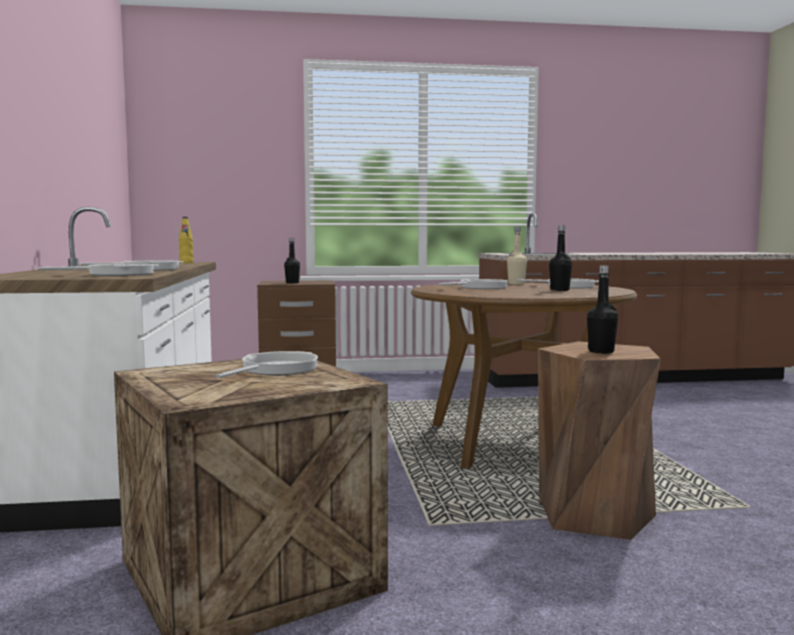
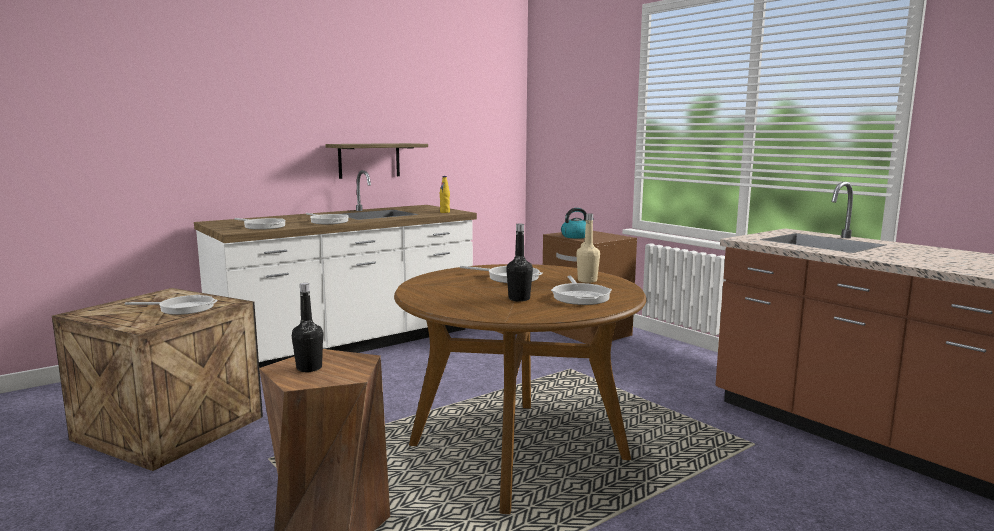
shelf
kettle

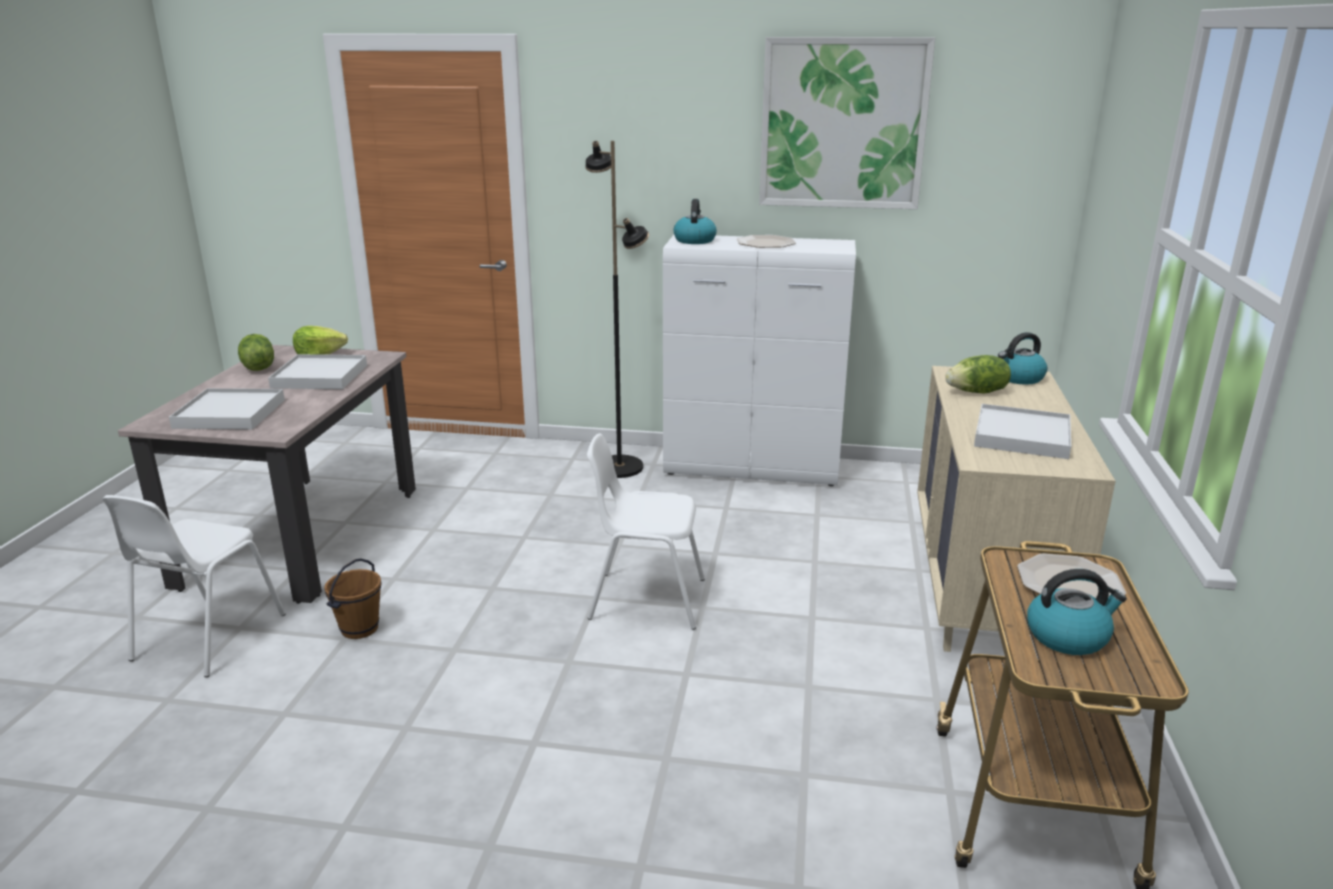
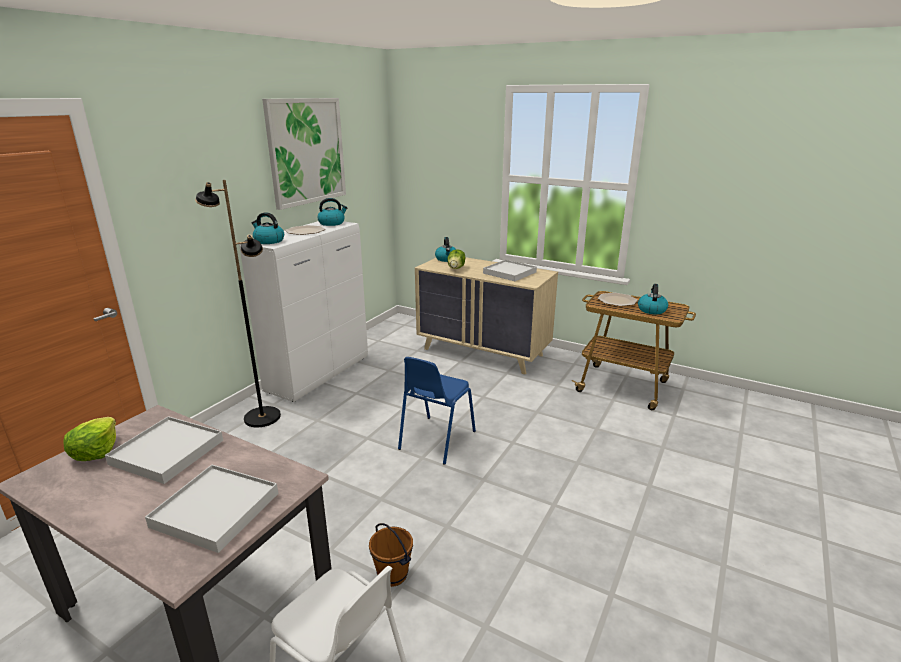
kettle (no. 2 from left)
blue chair
lettuce (no. 1 from left in the first image)

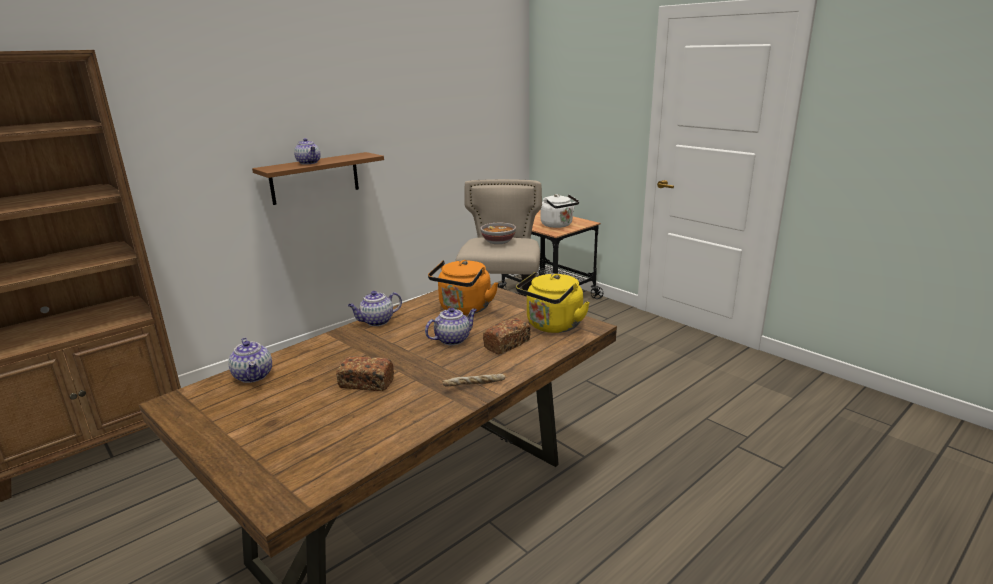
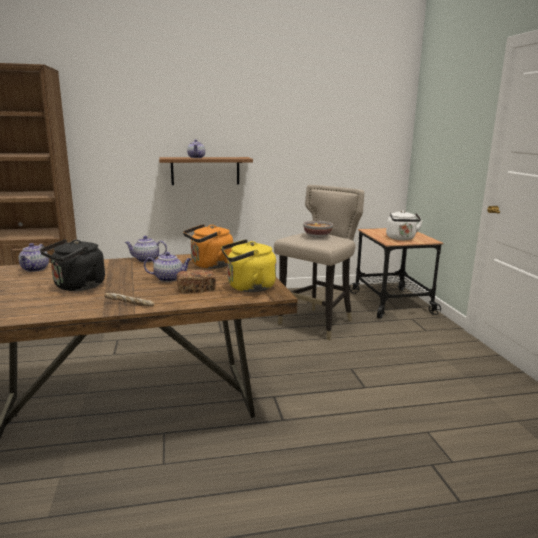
black kettle

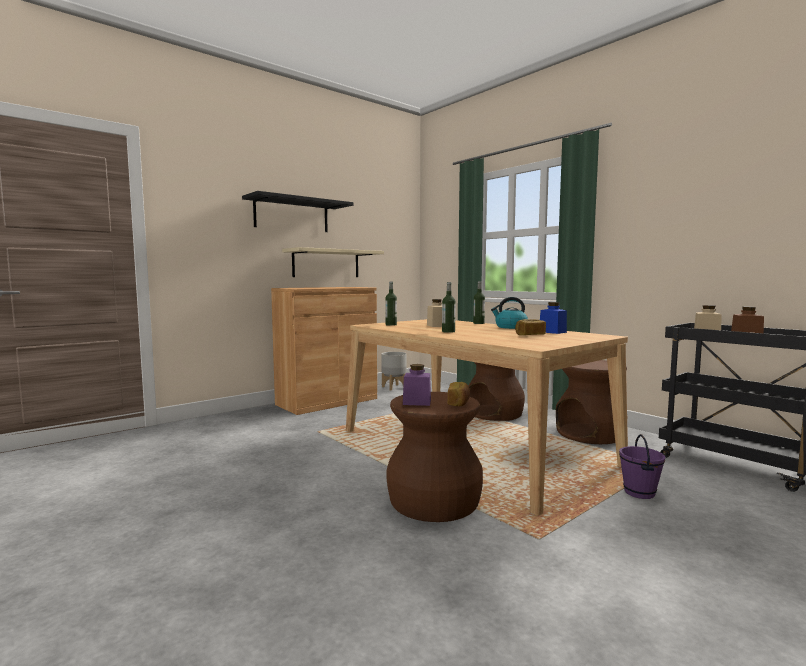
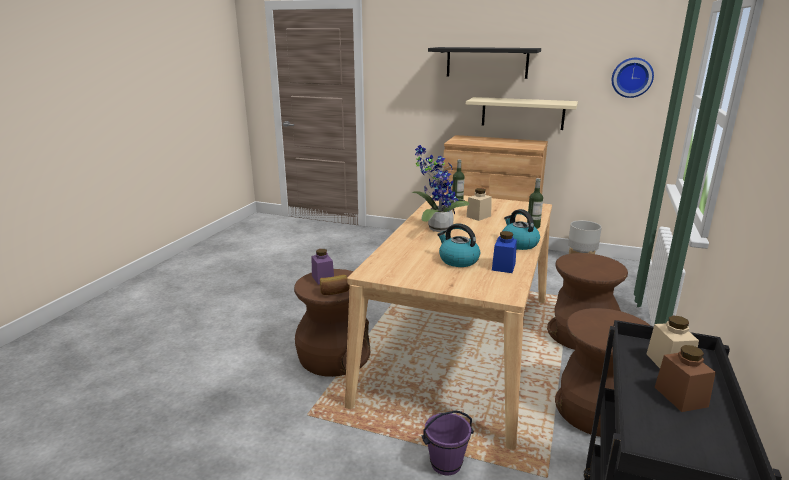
potted plant
kettle (no. 1 from left)
wall clock

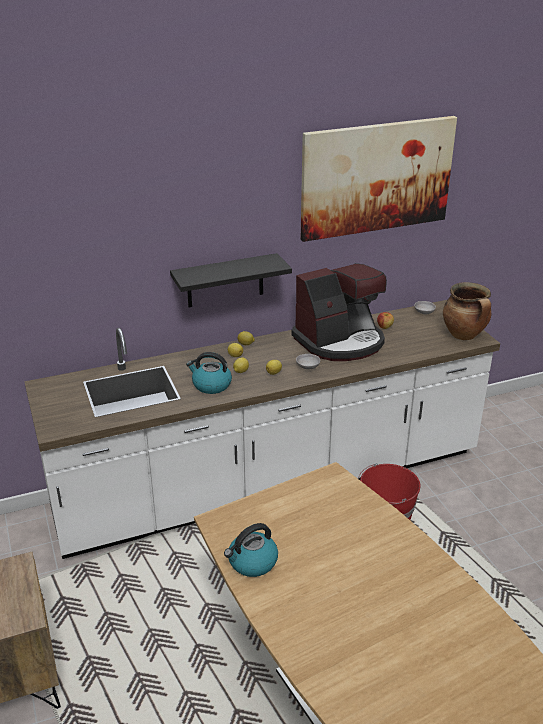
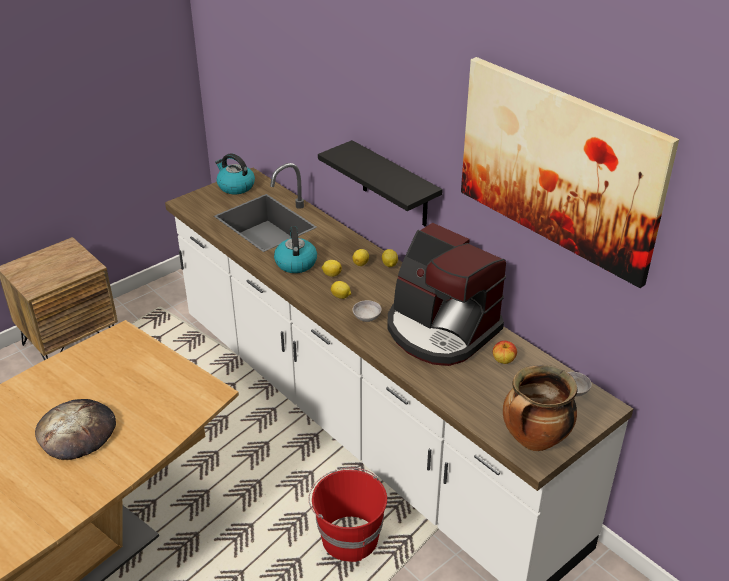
bread
kettle (no. 1 from left)

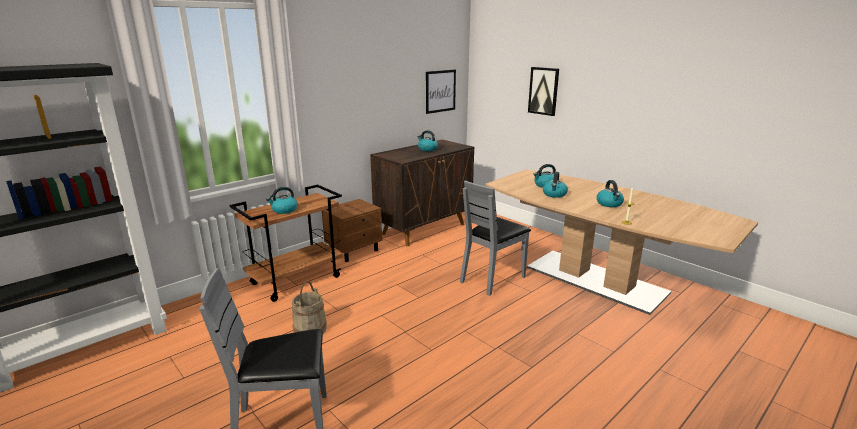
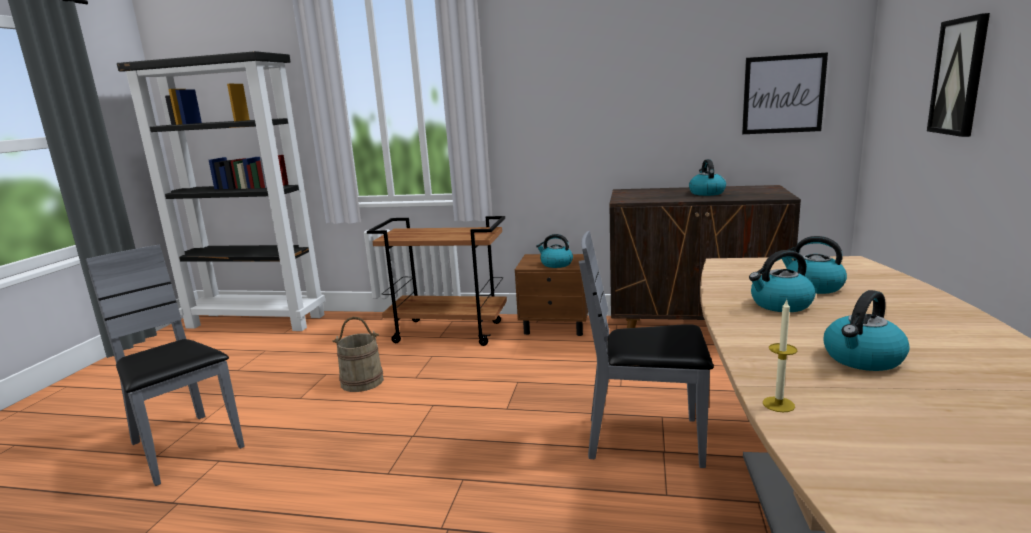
kettle (no. 1 from left)

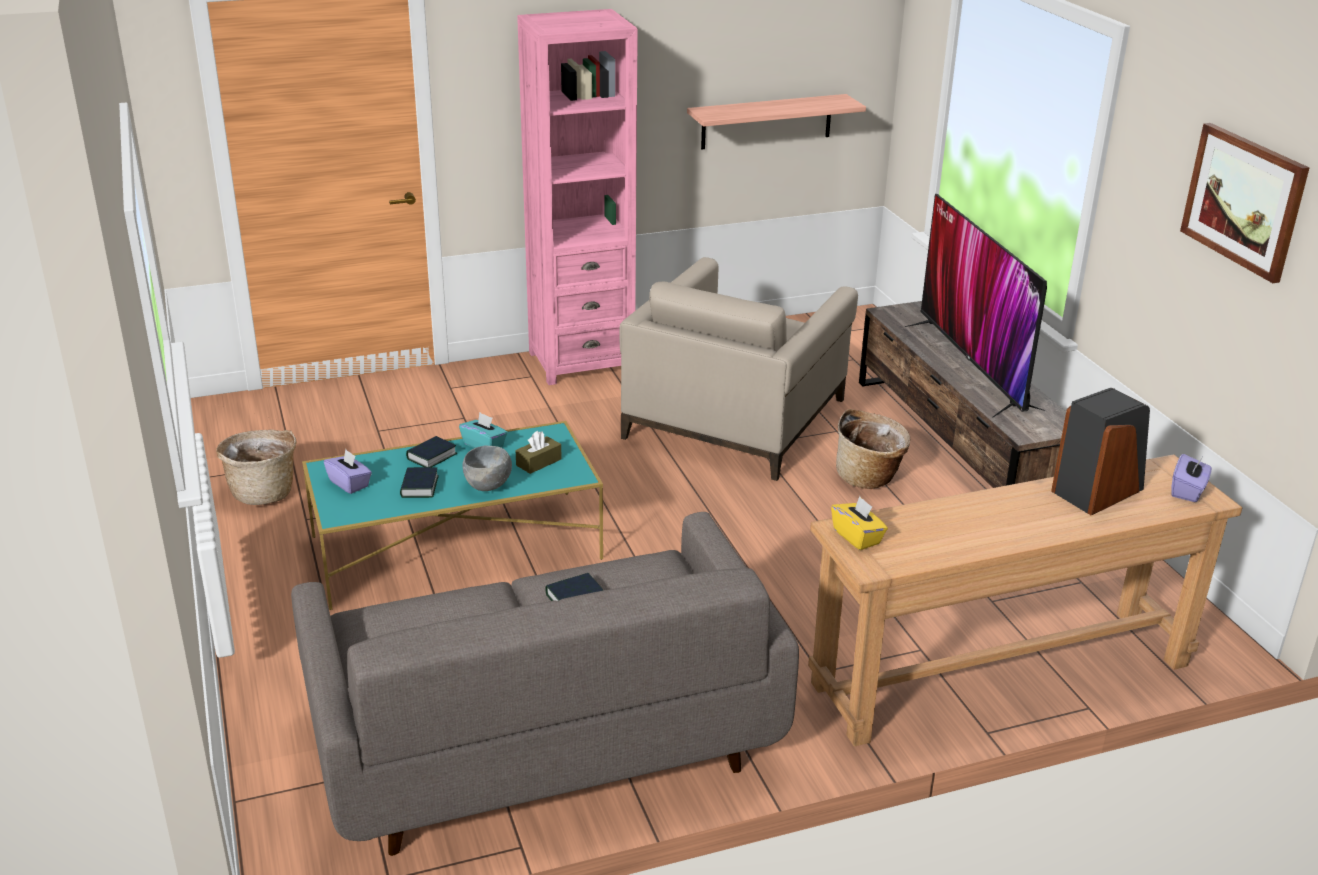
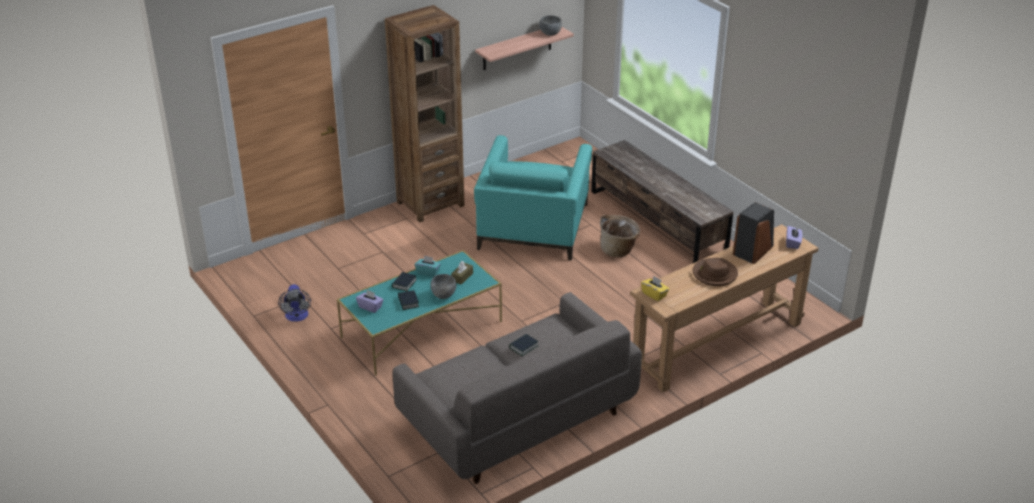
fan
brown bookcase
turquoise armchair
grey bowl (no. 2 from left)
brown hat
television
picture

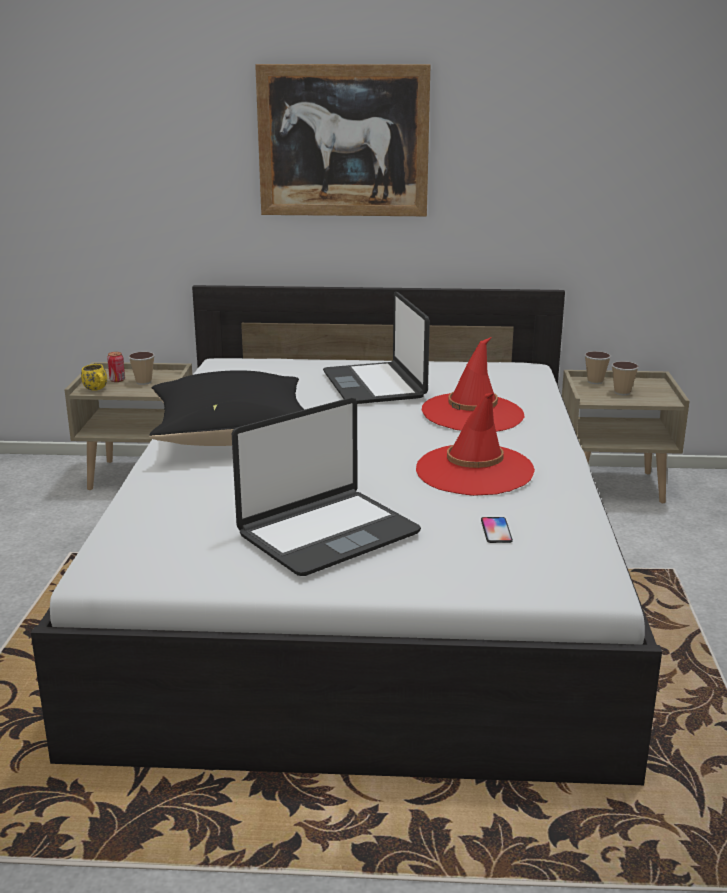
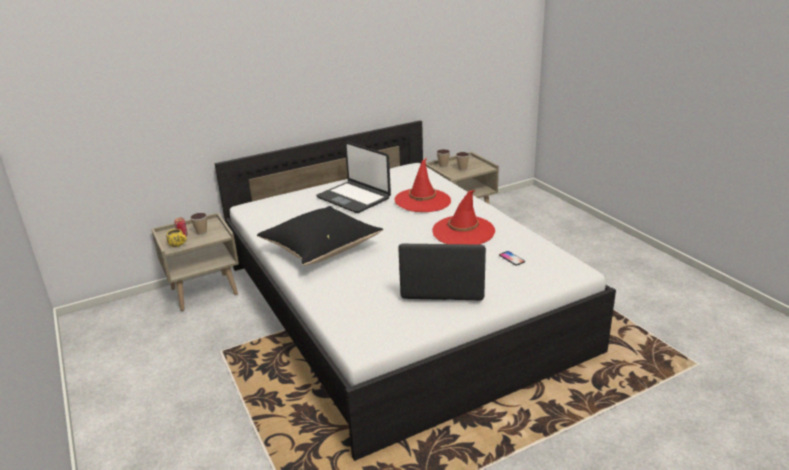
laptop (no. 2 from left)
picture

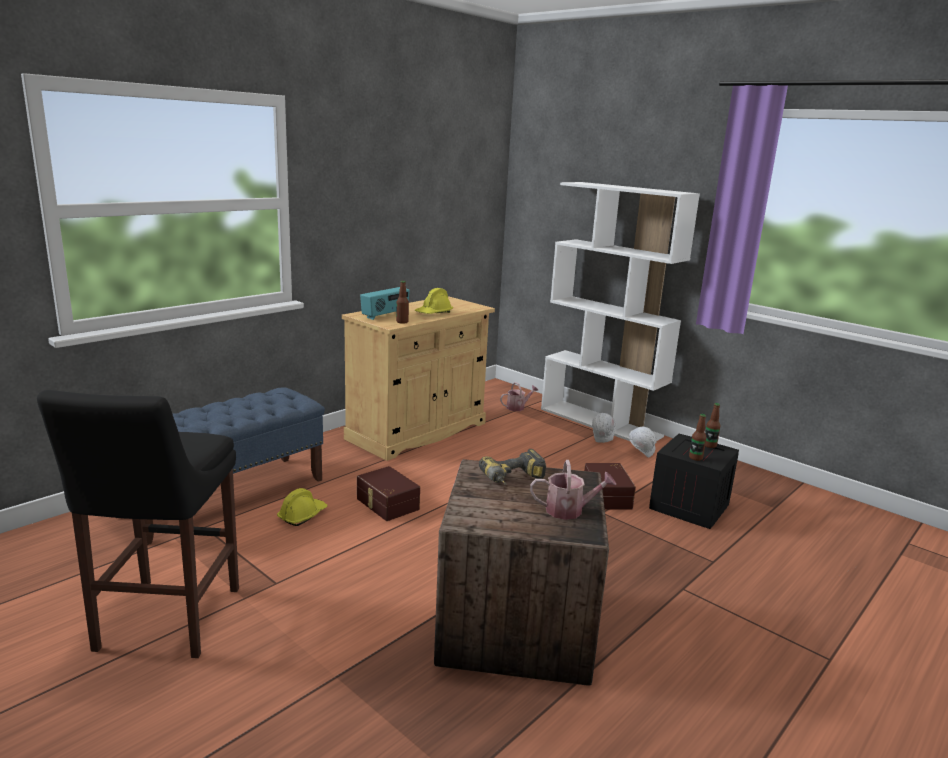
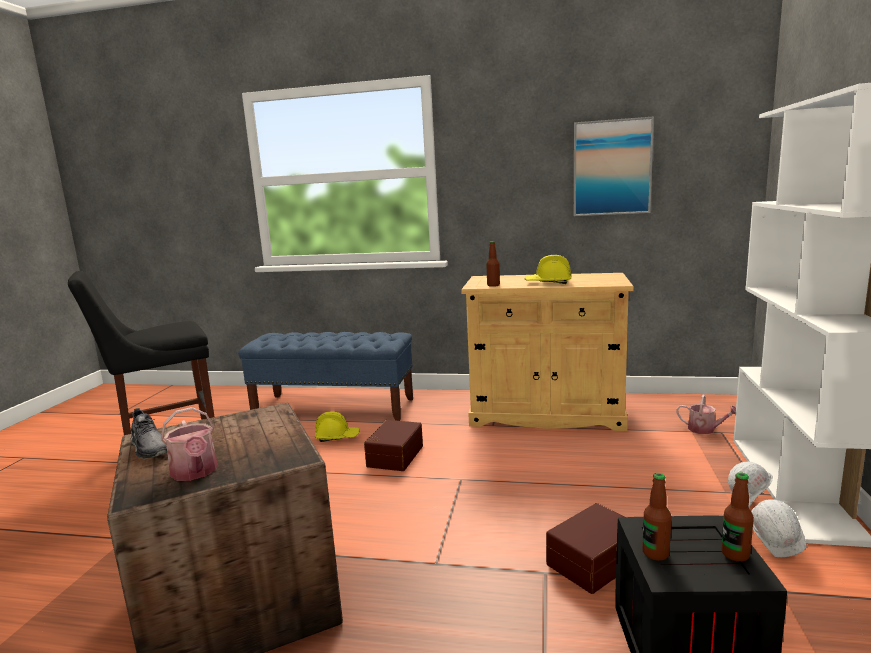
grey shoe
picture
radio
power drill

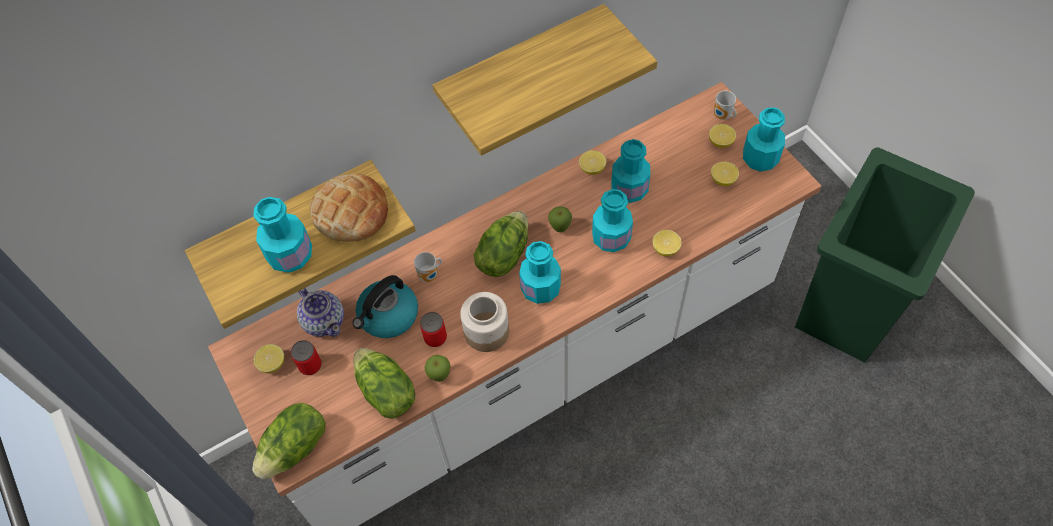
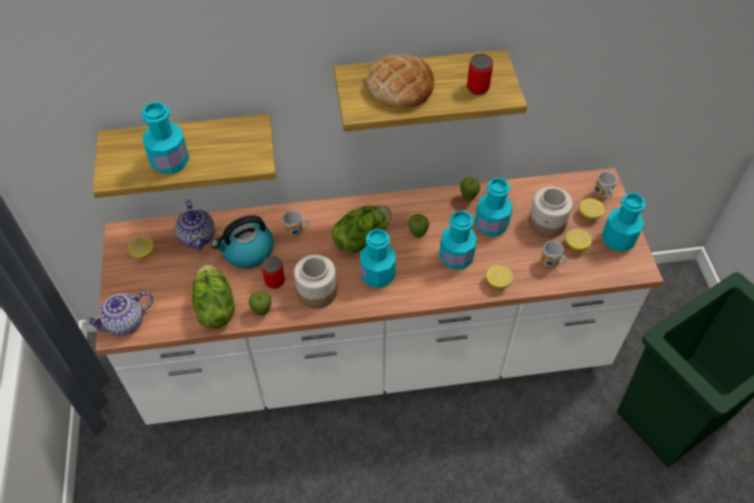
teapot (no. 1 from left)
bread
apple (no. 3 from left)
can (no. 2 from left)
jar (no. 2 from left)
mug (no. 2 from left)

